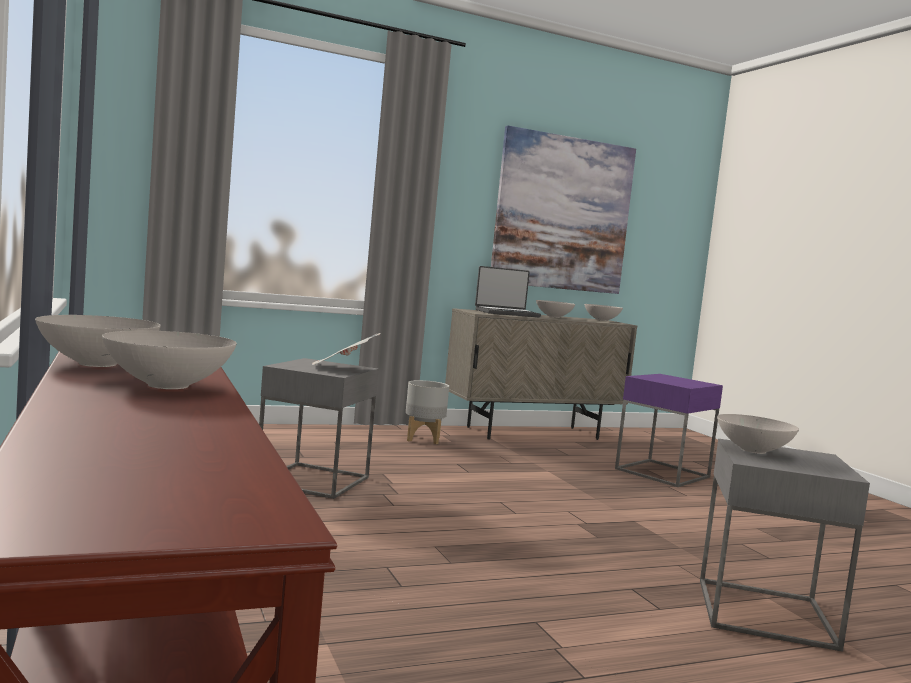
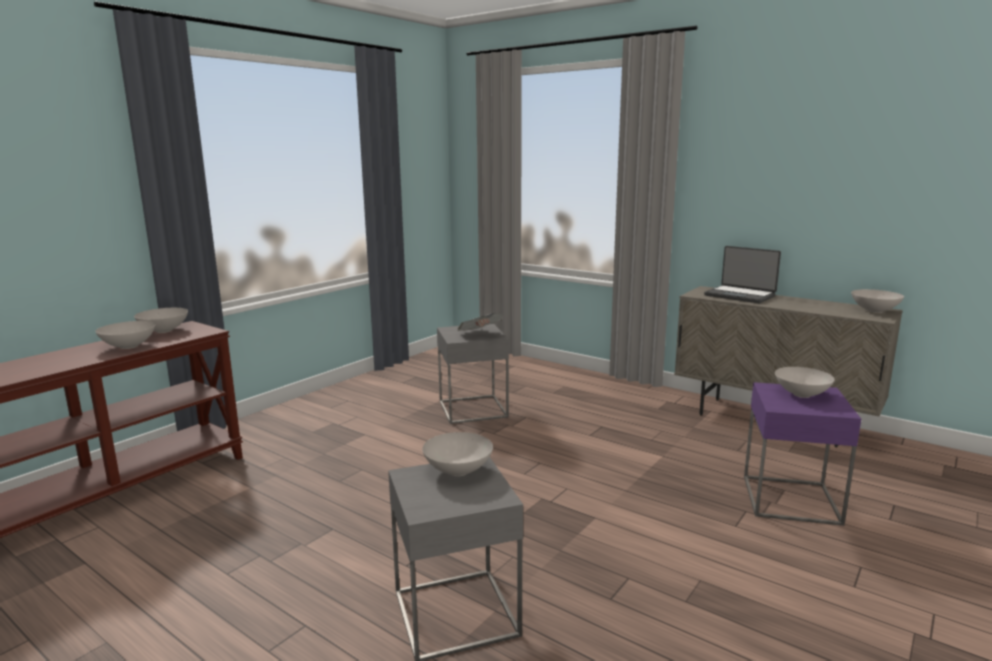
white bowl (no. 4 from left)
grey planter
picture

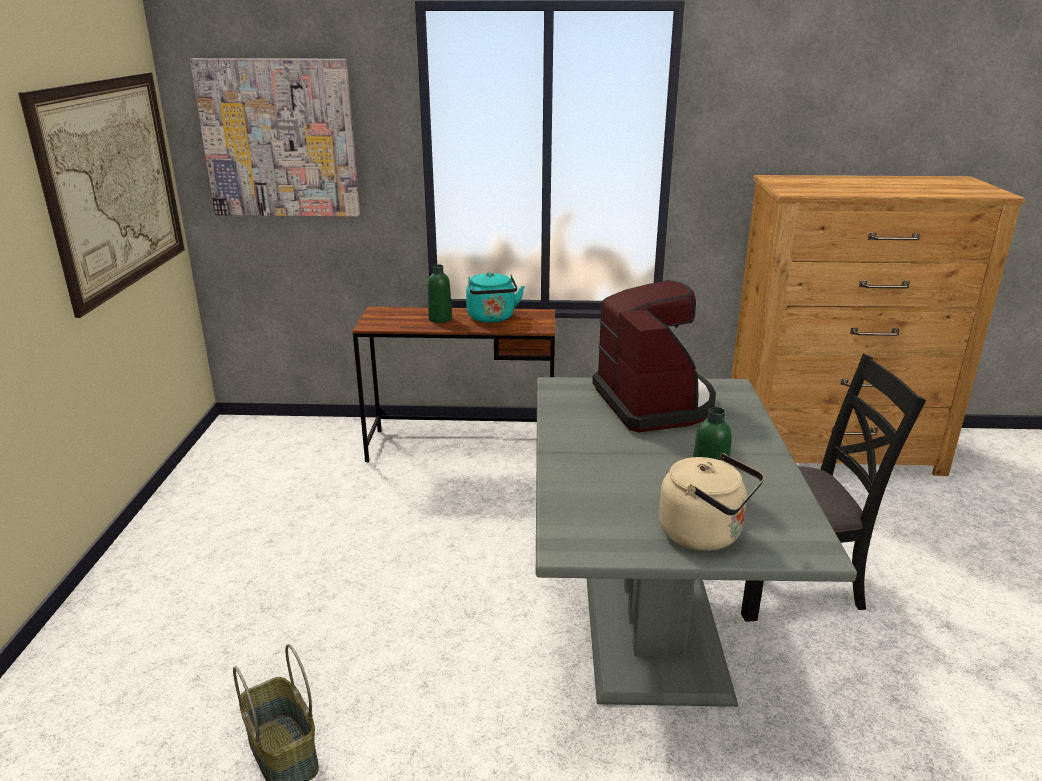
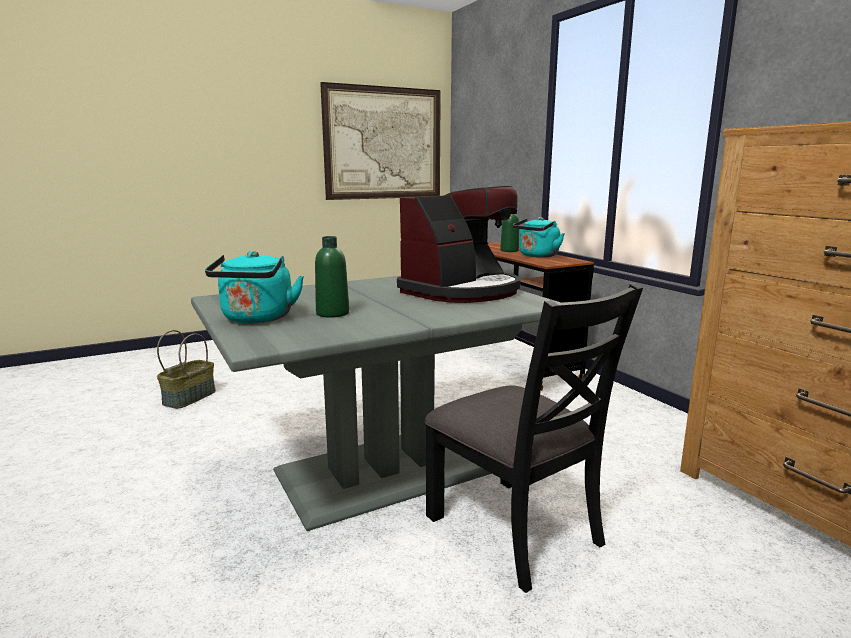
turquoise kettle (no. 1 from left)
picture (no. 2 from left in the first image)

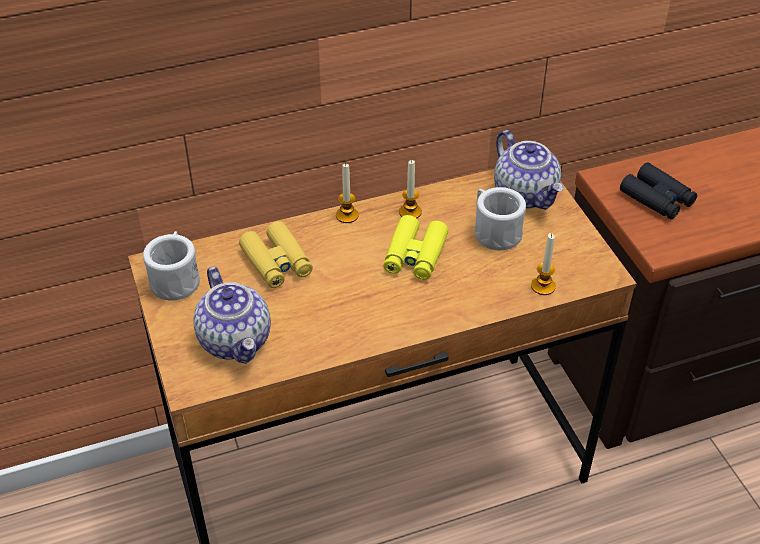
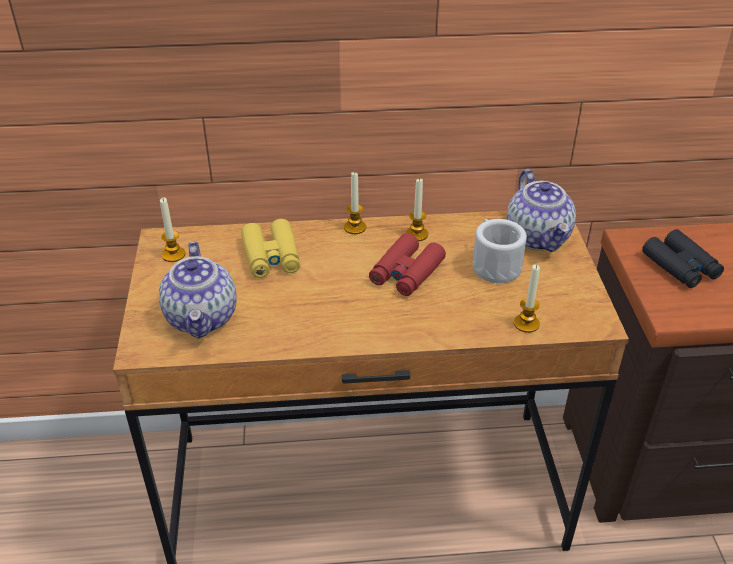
candle (no. 1 from left)
red binoculars

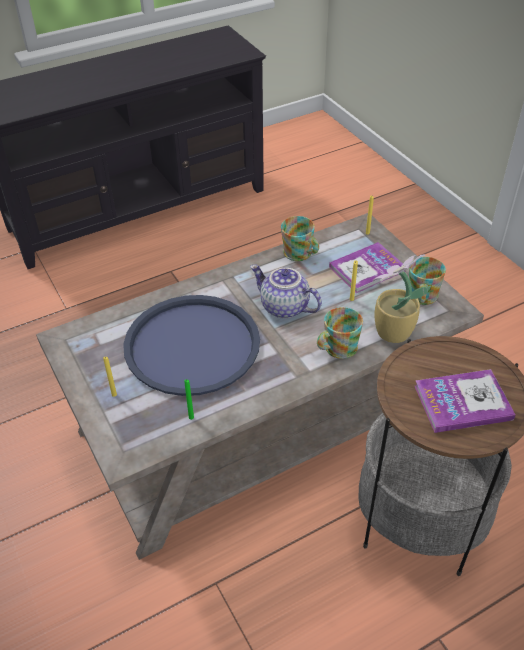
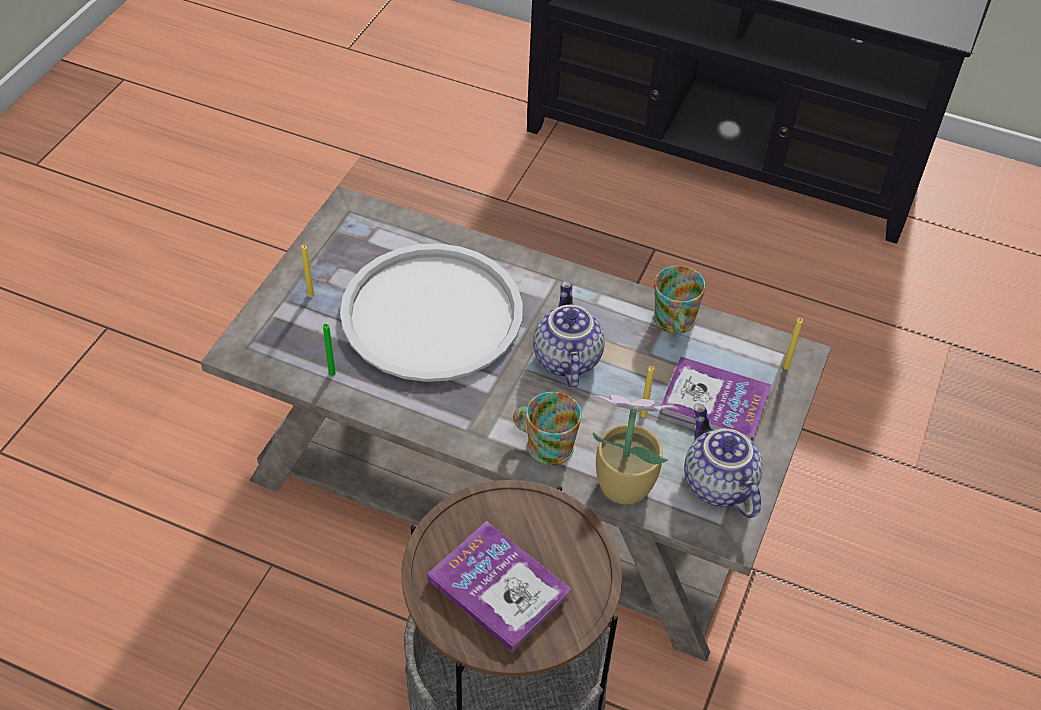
white tray
teapot (no. 2 from left)

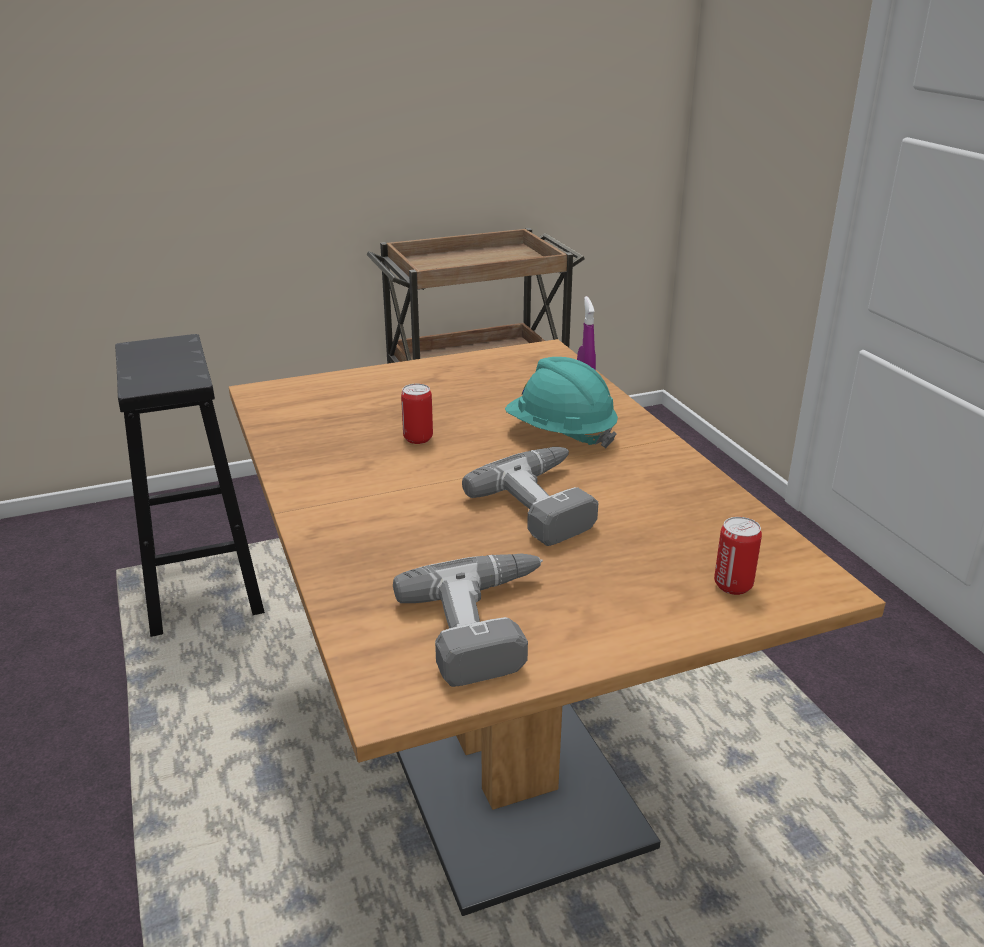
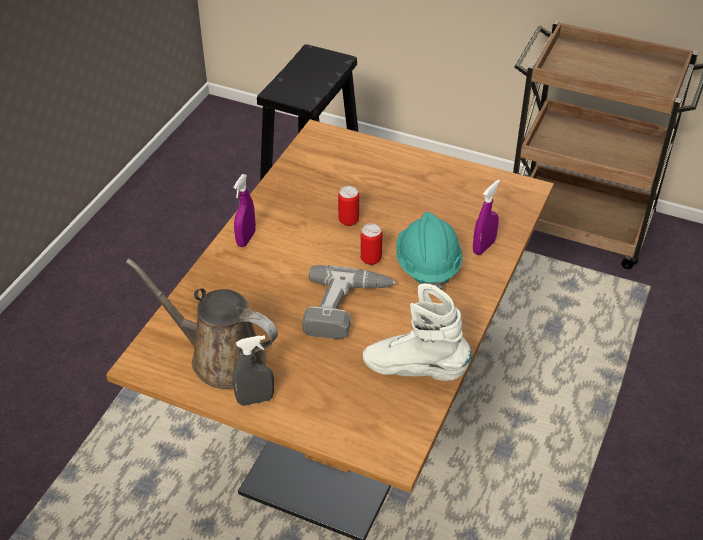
brown watering can
purple spray bottle (no. 1 from left)
grey spray bottle
can (no. 2 from left)
white boot

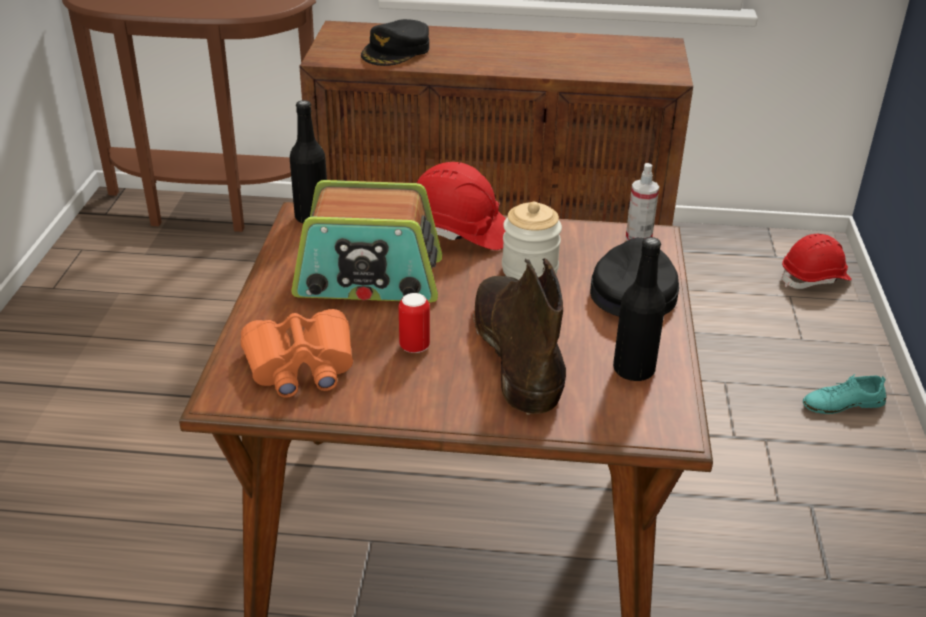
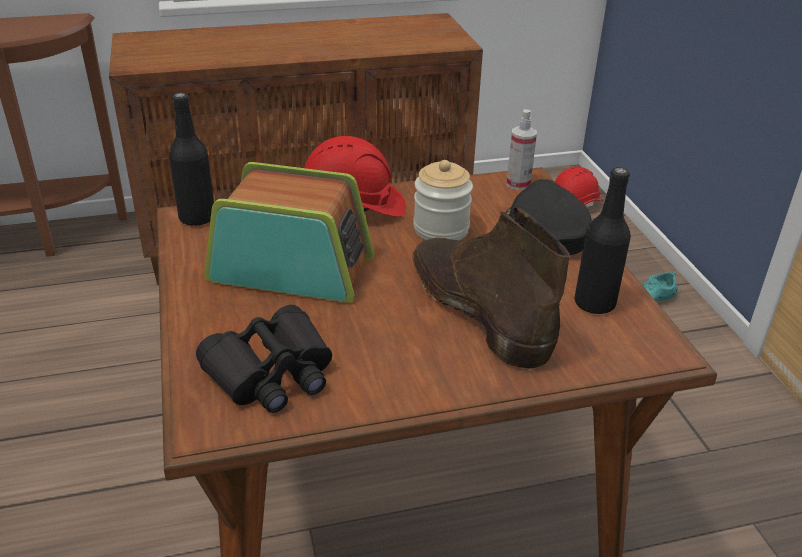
black binoculars
radio
black cap (no. 1 from left in the first image)
can

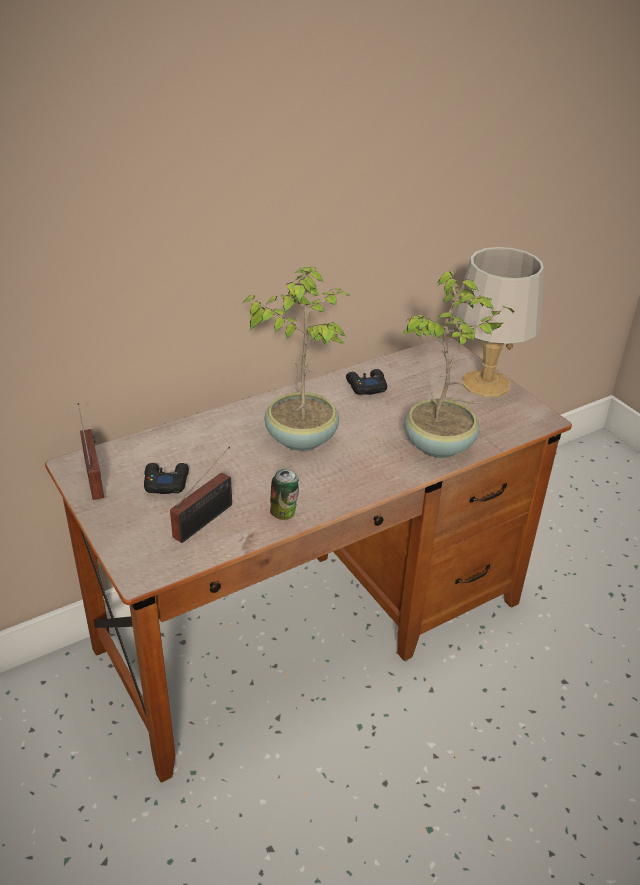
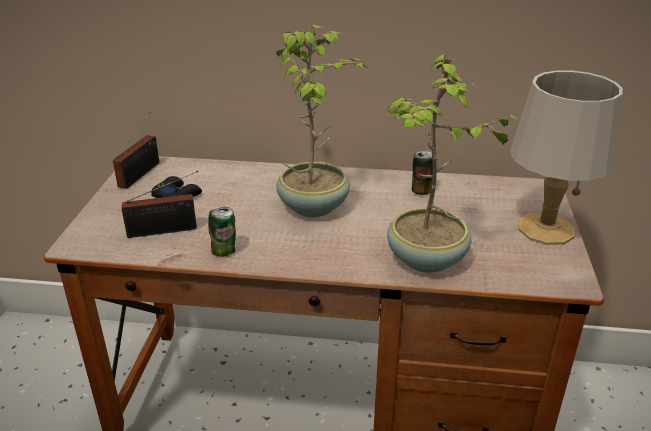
can (no. 2 from left)

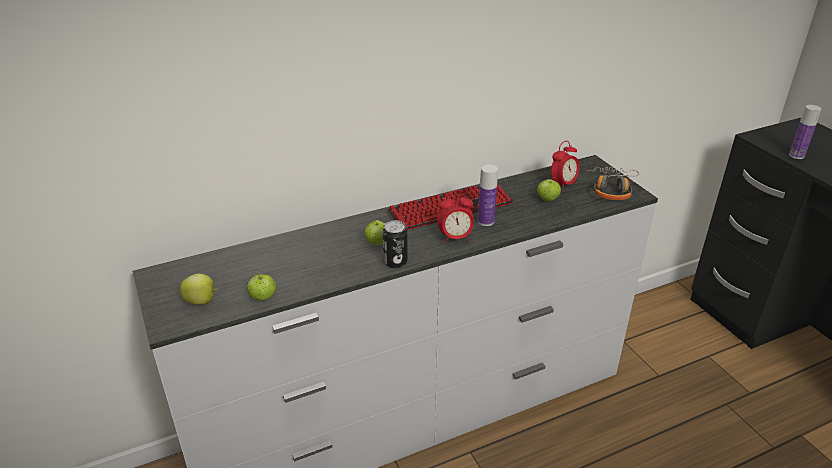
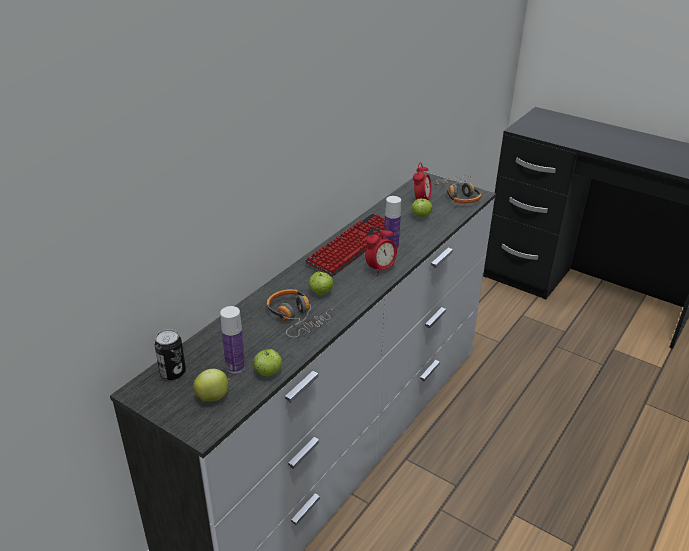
can
bottle (no. 1 from left)
headphones (no. 1 from left)

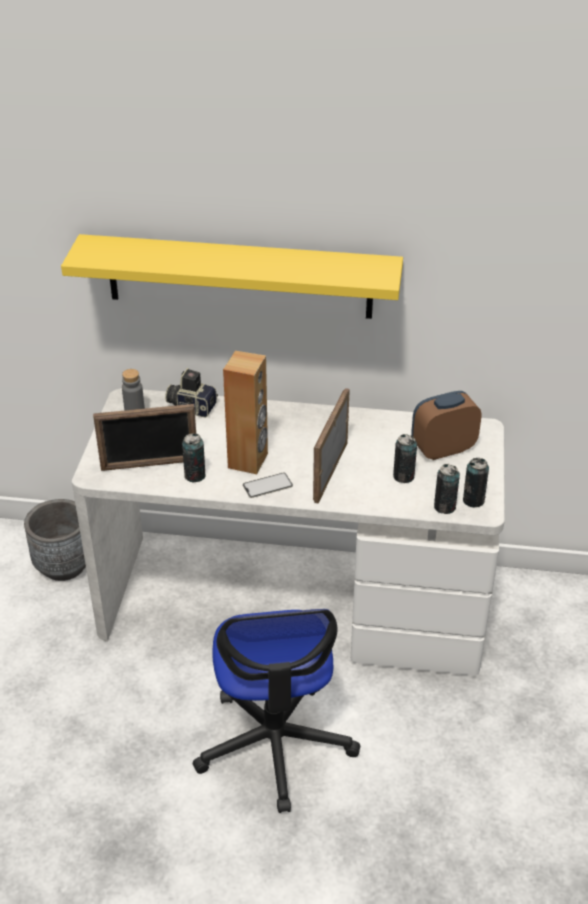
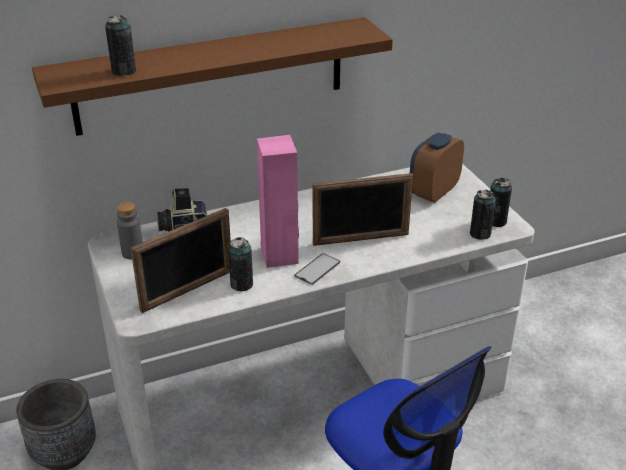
brown shelf
can (no. 1 from left)
pink speaker
picture frame (no. 2 from left)

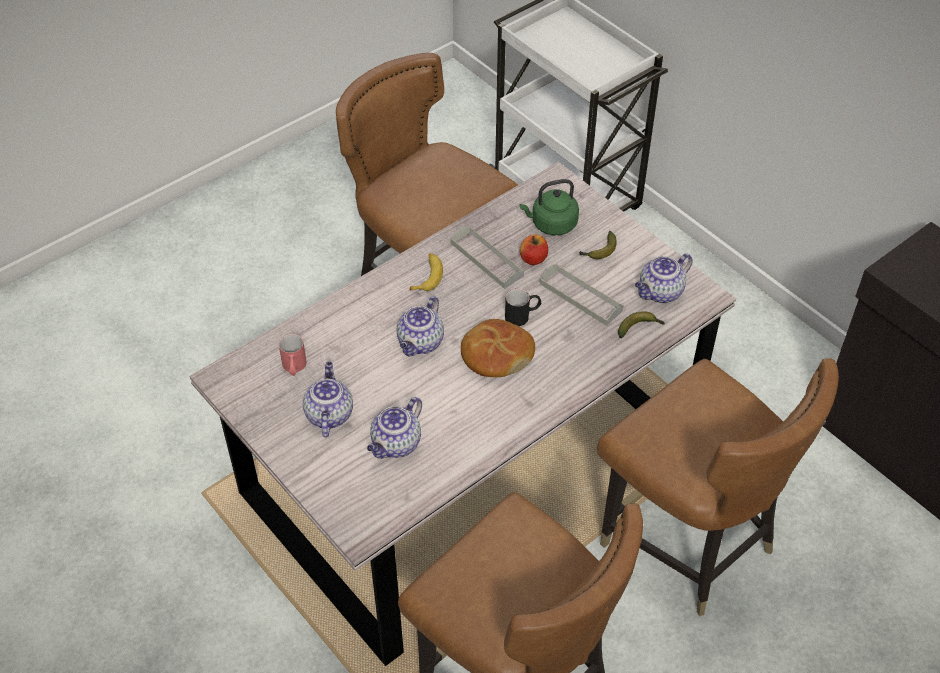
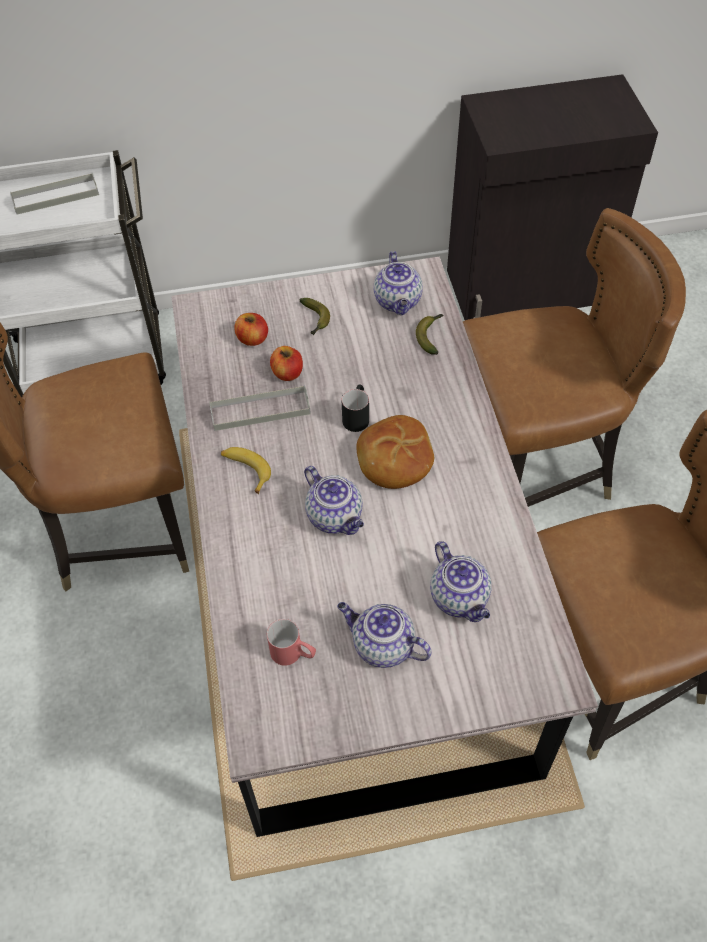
grey tray (no. 1 from left)
apple (no. 1 from left)

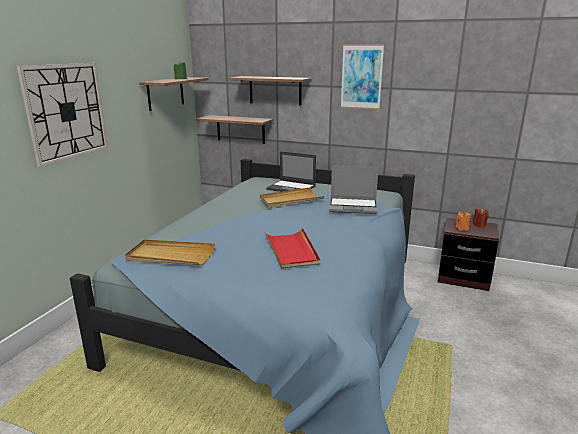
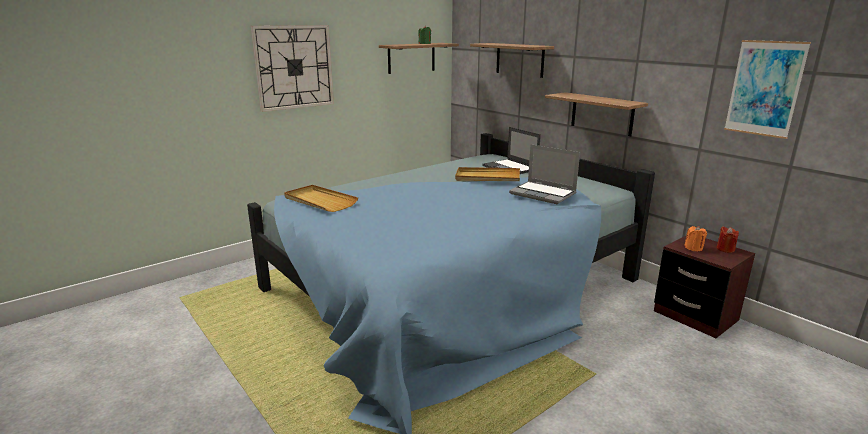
shelf (no. 3 from left)
picture
red tray

